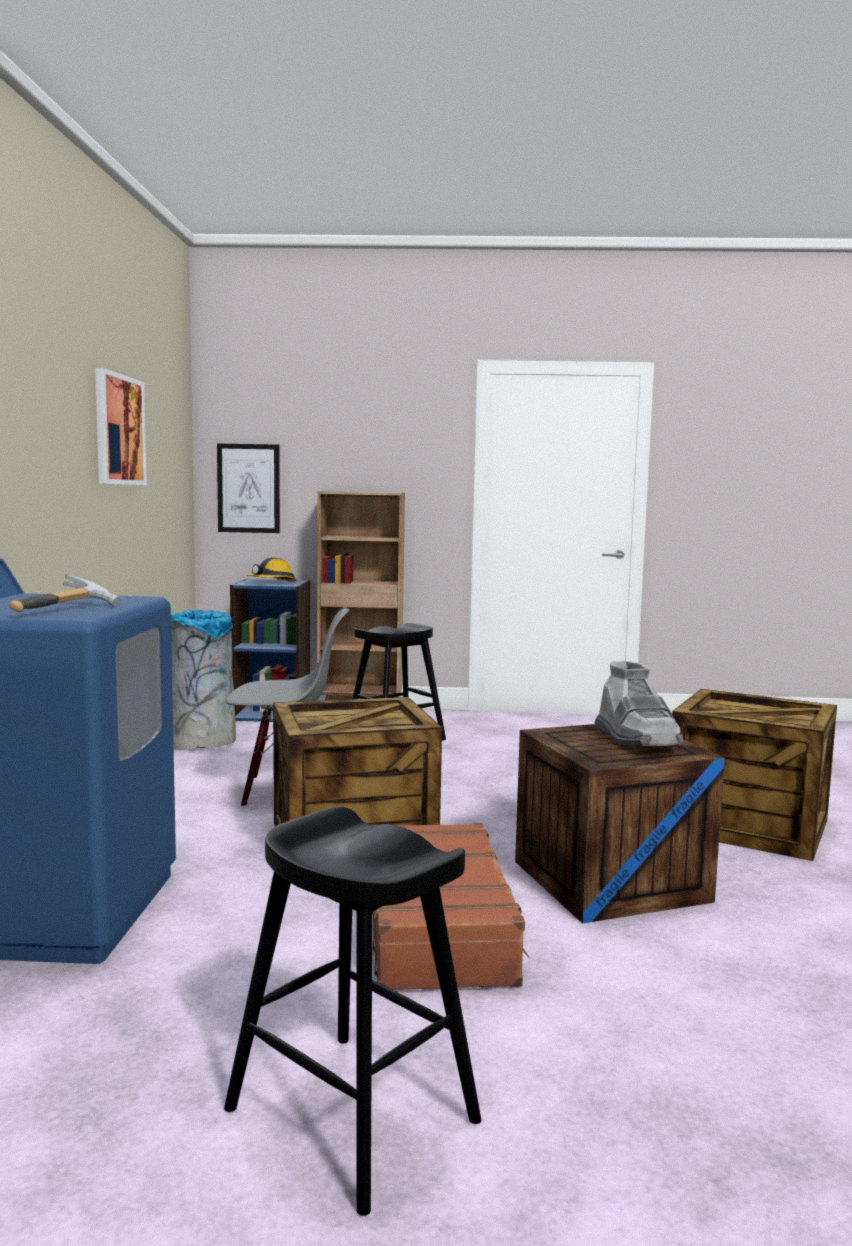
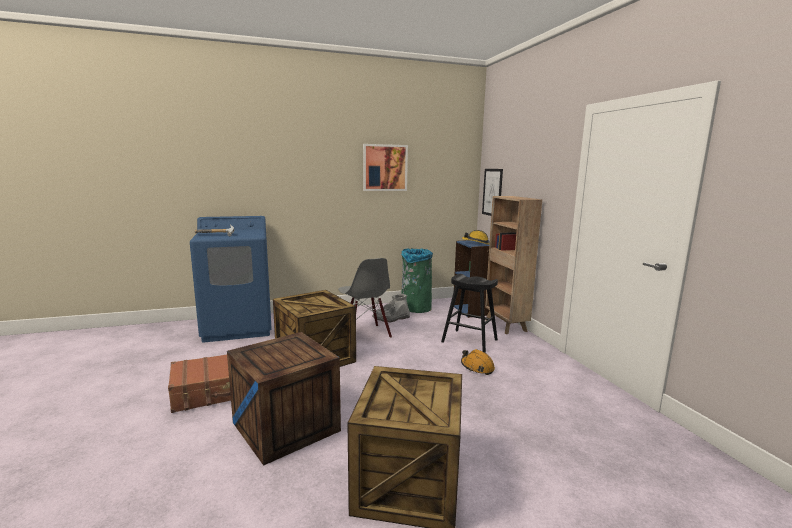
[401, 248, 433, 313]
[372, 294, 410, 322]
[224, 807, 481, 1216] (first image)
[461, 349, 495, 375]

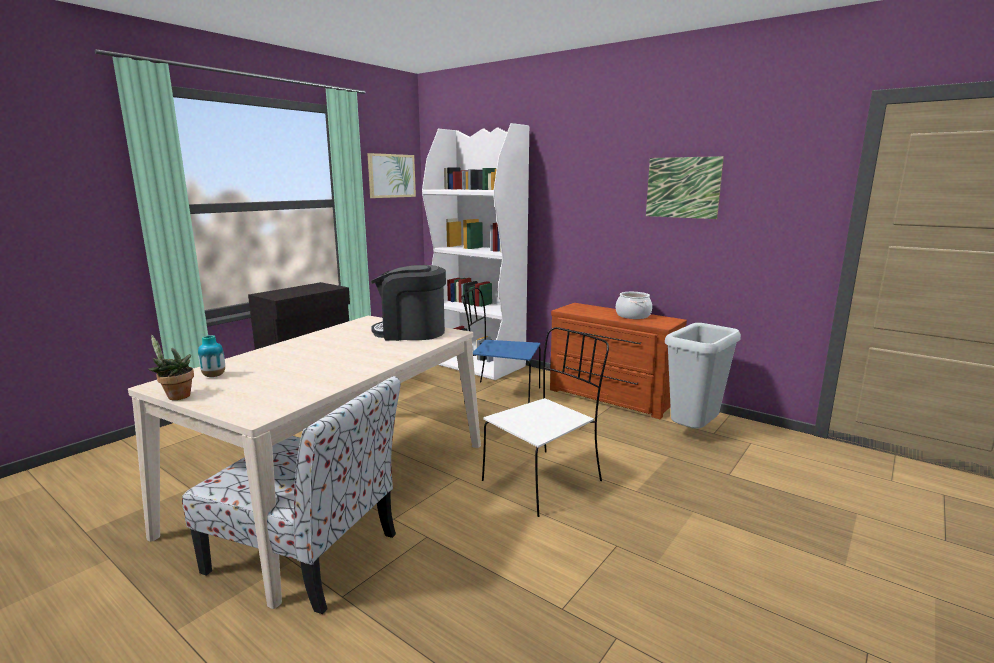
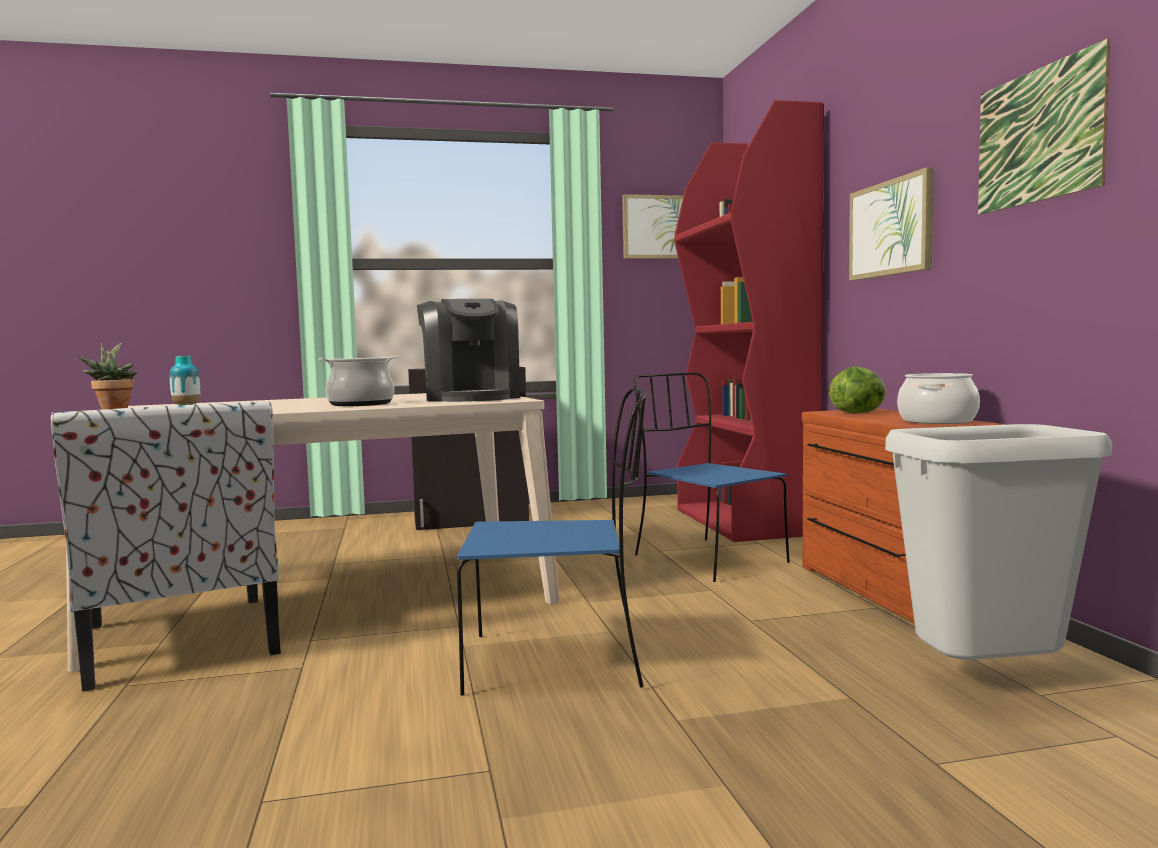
[674, 100, 824, 542]
[417, 299, 520, 402]
[457, 388, 646, 696]
[849, 167, 934, 281]
[318, 356, 398, 406]
[829, 367, 886, 413]

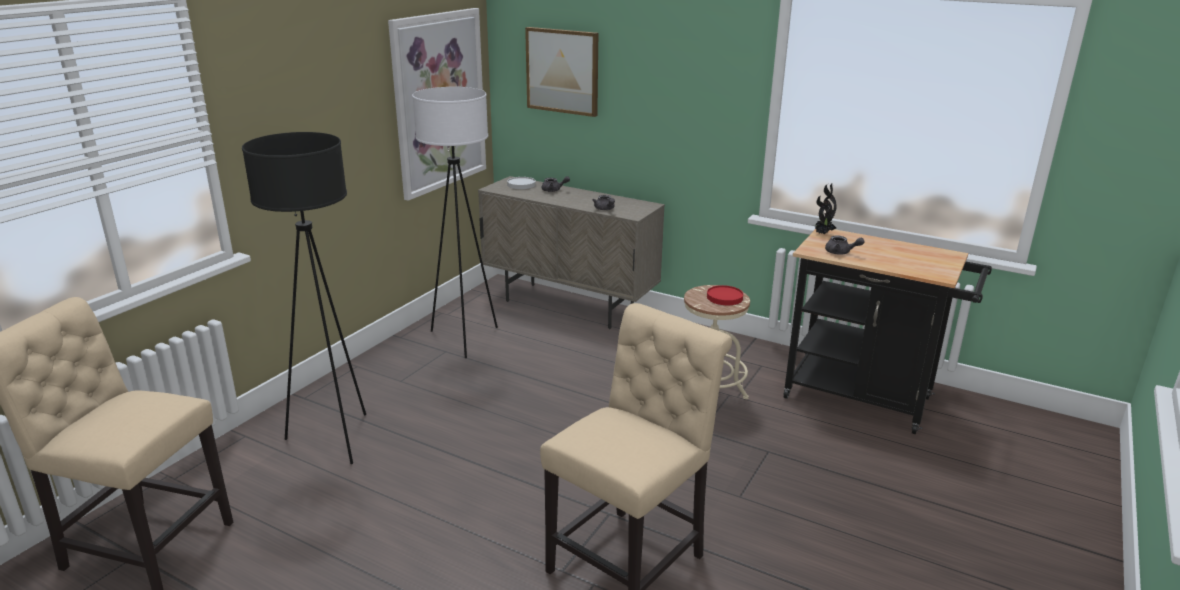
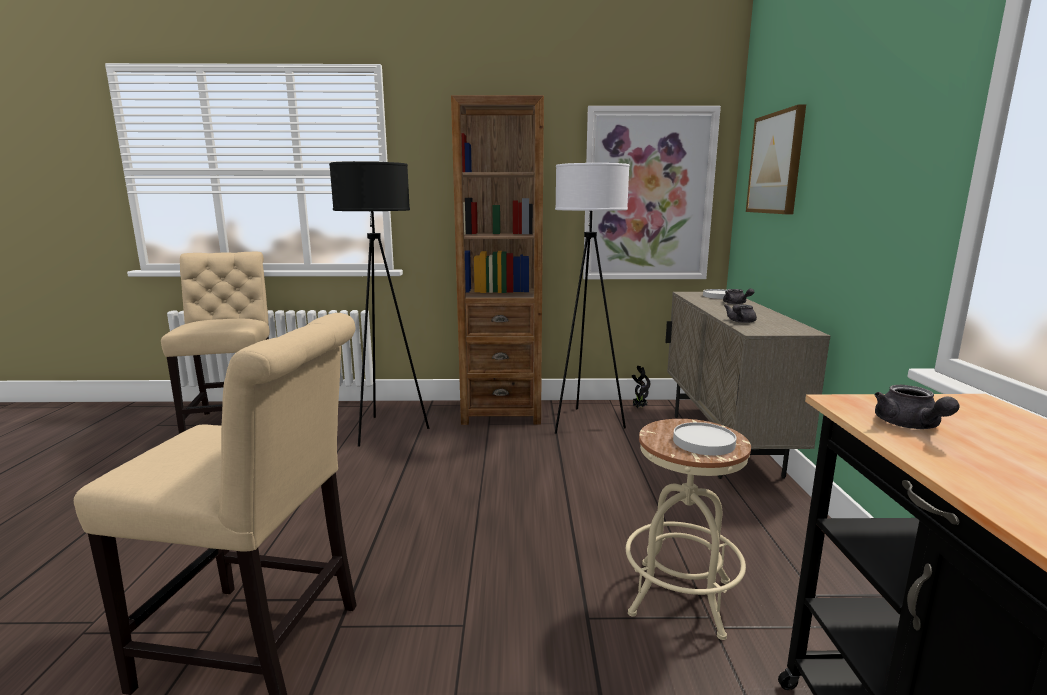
[632, 366, 650, 408]
[673, 422, 736, 456]
[451, 95, 544, 425]

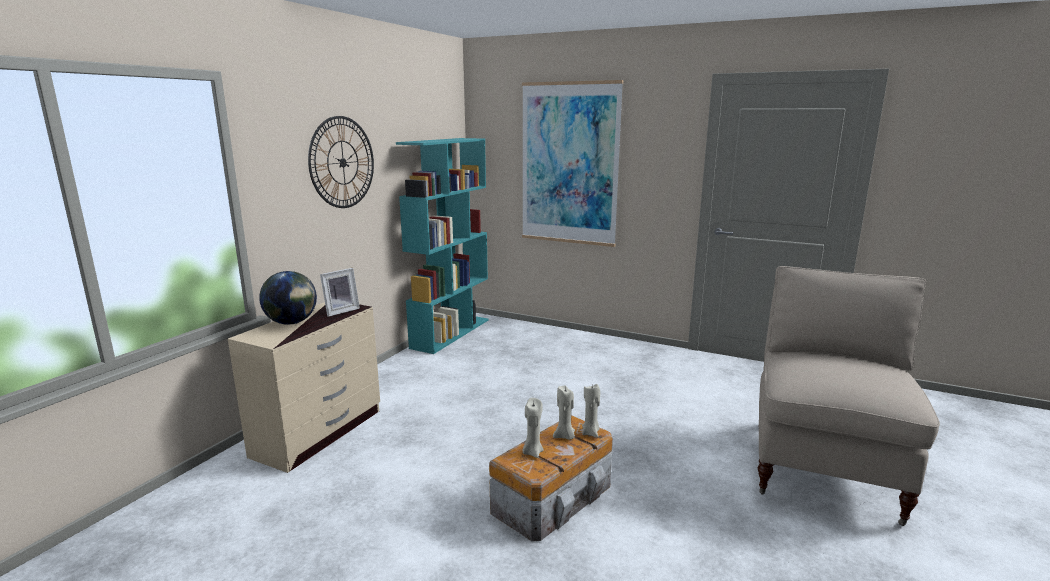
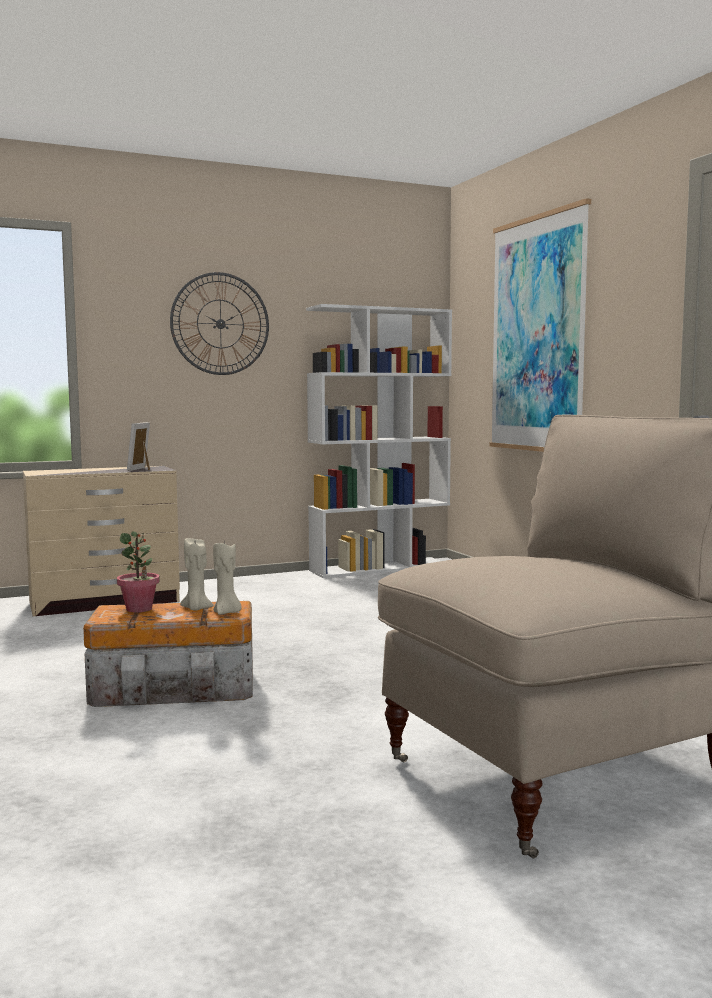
[306, 304, 452, 578]
[127, 422, 150, 471]
[259, 271, 317, 324] (first image)
[117, 531, 160, 613]

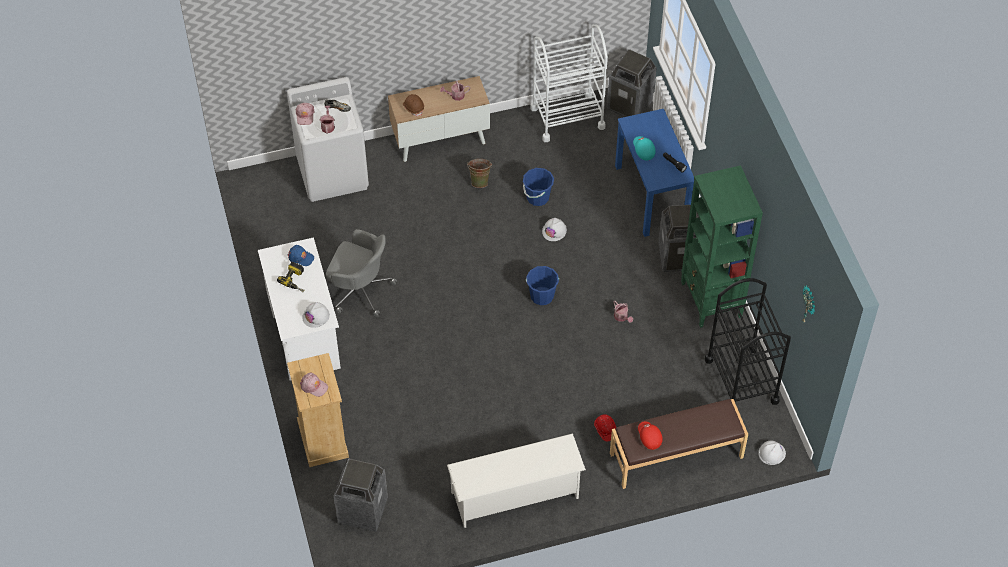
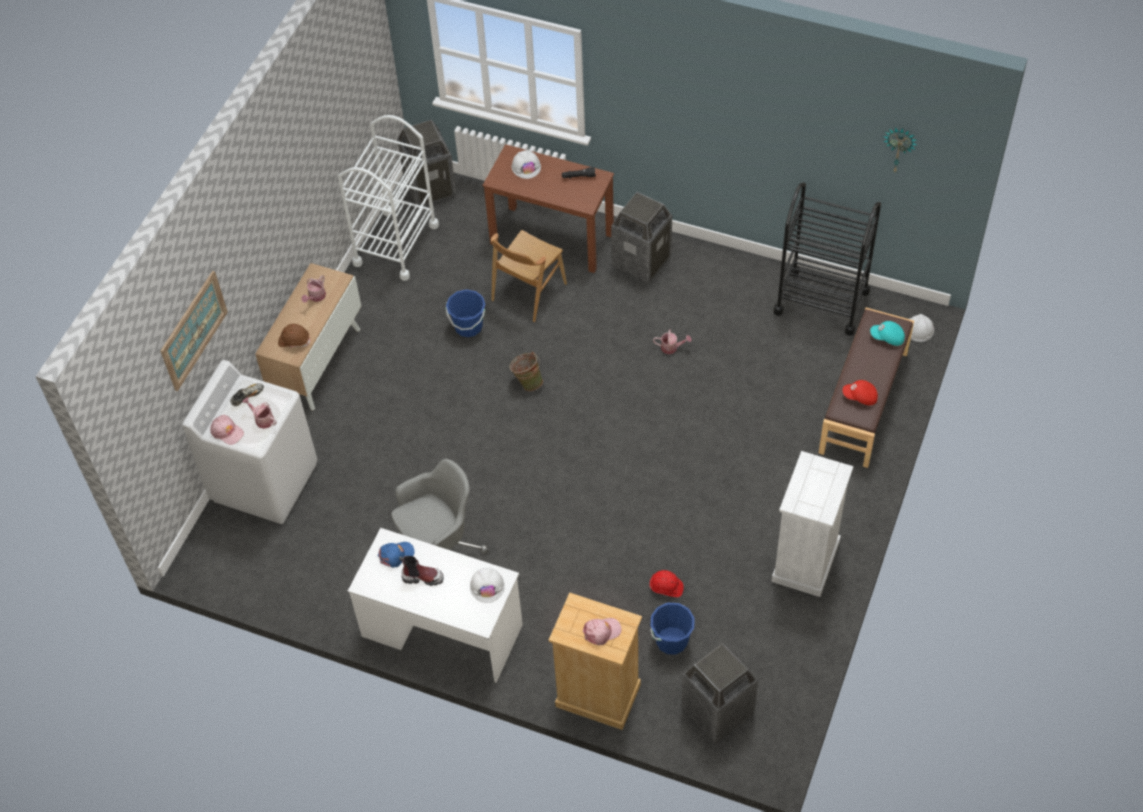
[482, 144, 614, 273]
[870, 321, 905, 346]
[509, 351, 543, 391]
[681, 165, 763, 328] (first image)
[512, 150, 541, 179]
[399, 556, 444, 586]
[650, 603, 695, 655]
[649, 570, 684, 597]
[771, 451, 853, 597]
[491, 230, 567, 322]
[161, 271, 228, 391]

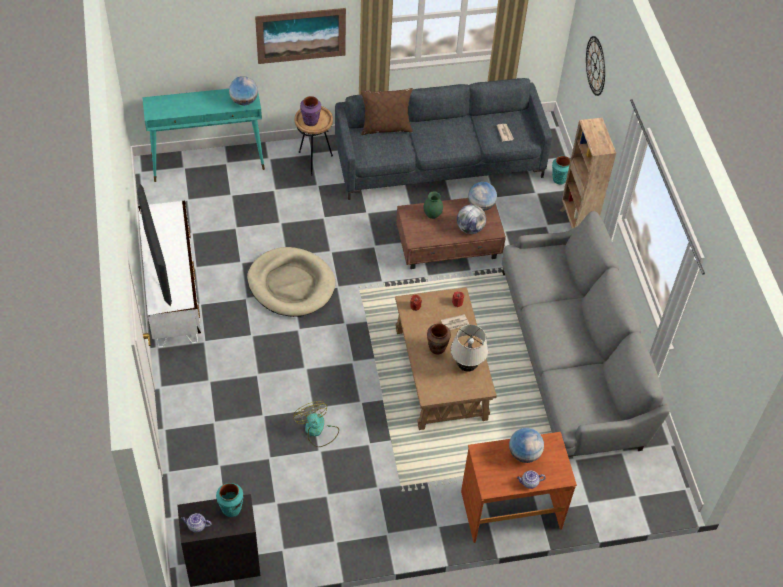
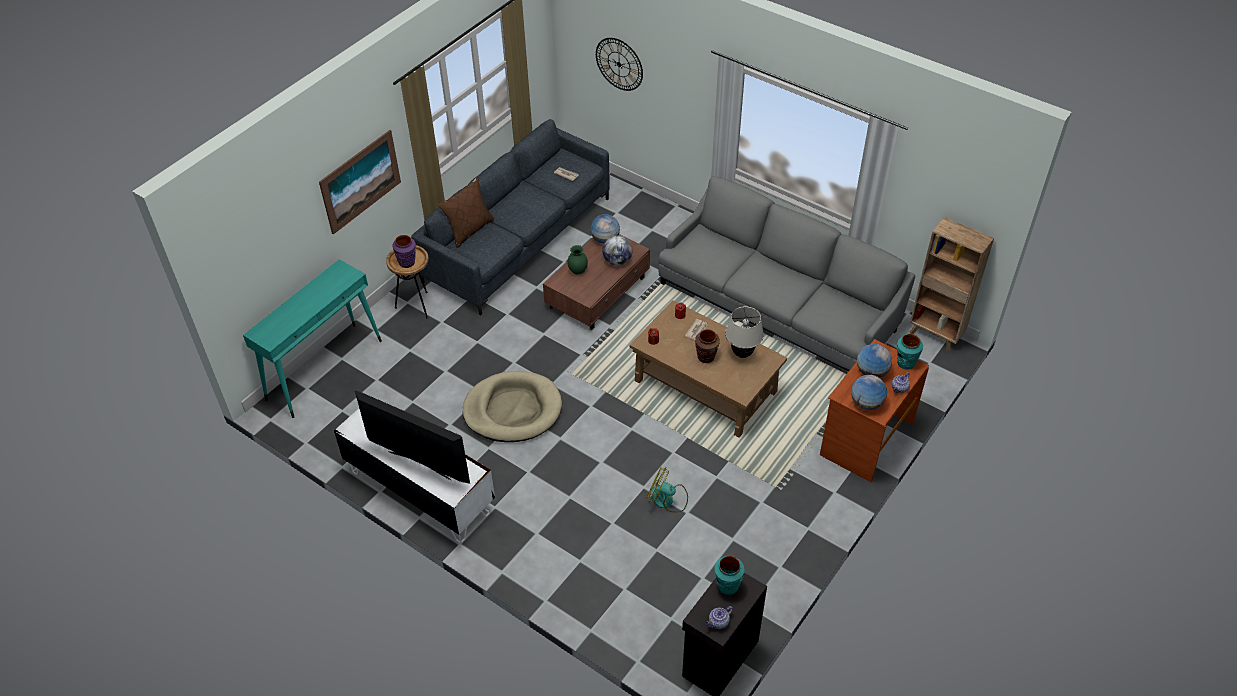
[851, 375, 887, 410]
[909, 217, 994, 352]
[897, 334, 923, 370]

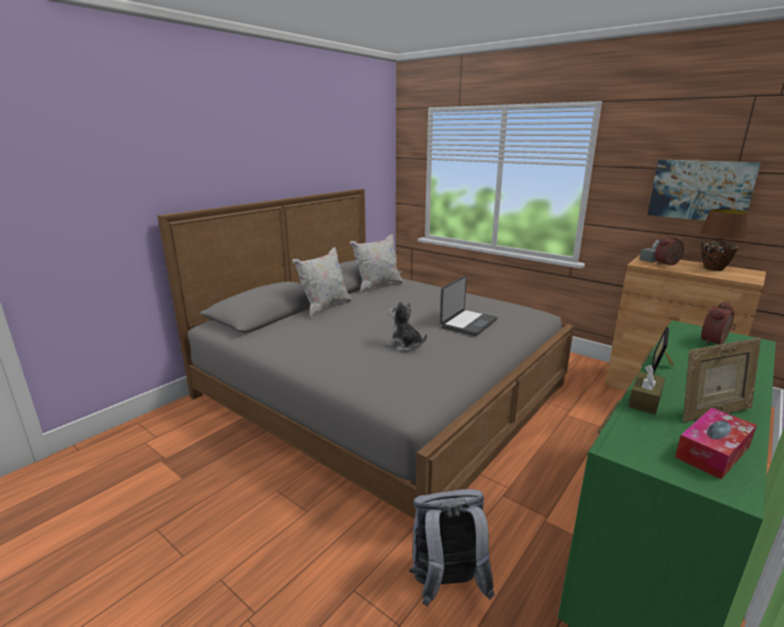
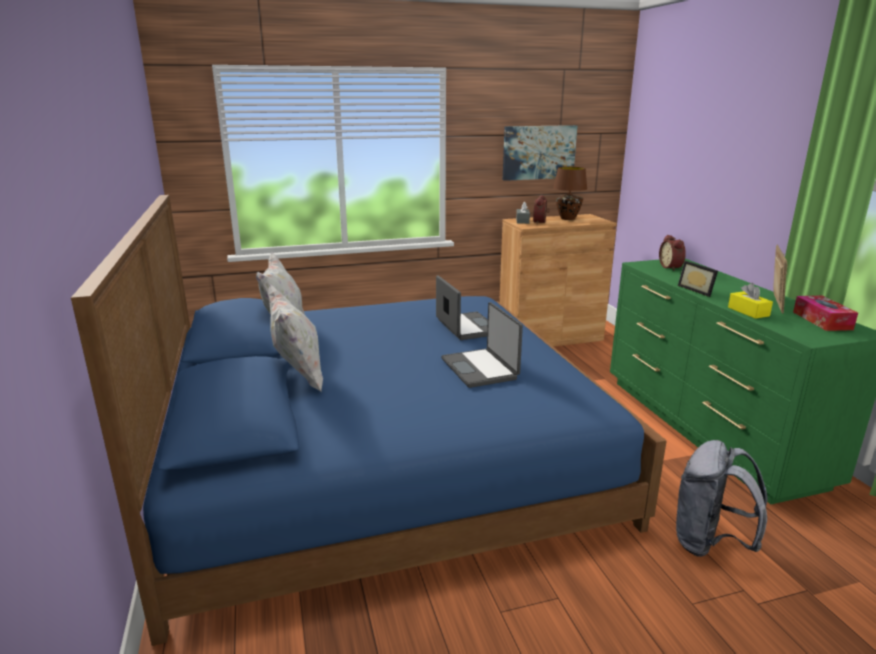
[71, 195, 667, 646]
[441, 302, 523, 388]
[728, 283, 773, 319]

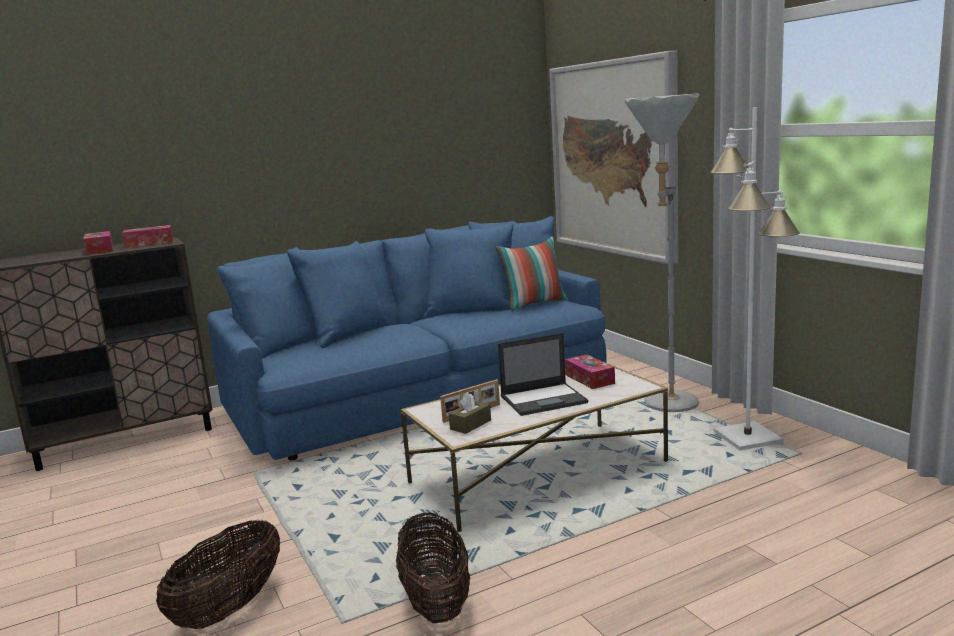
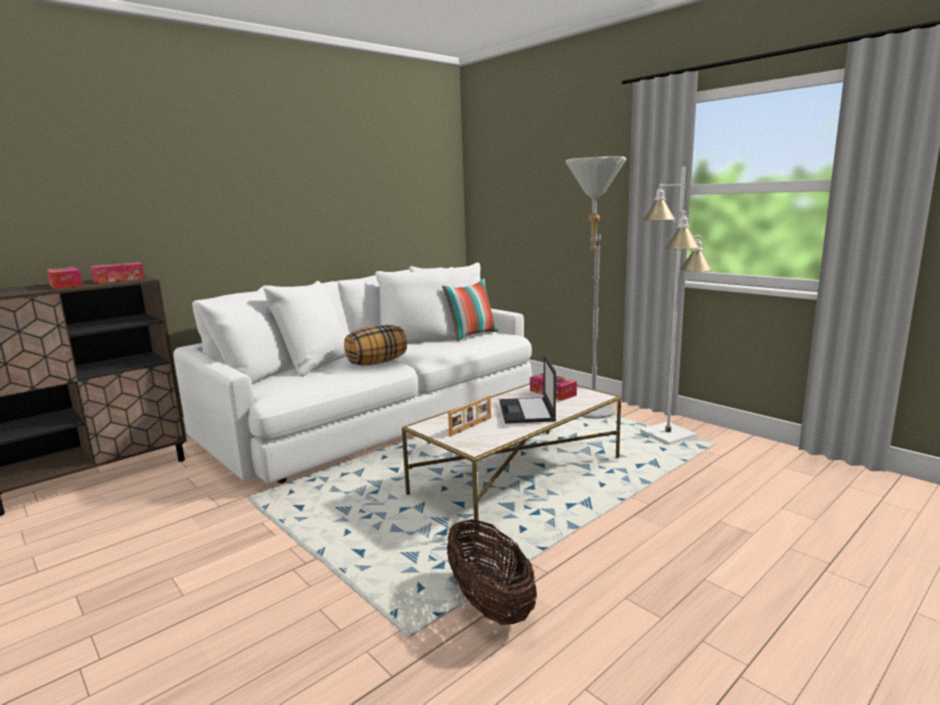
[549, 51, 678, 264] (first image)
[173, 262, 532, 484]
[499, 354, 556, 424]
[449, 392, 491, 434] (first image)
[156, 520, 280, 629] (first image)
[344, 325, 407, 365]

